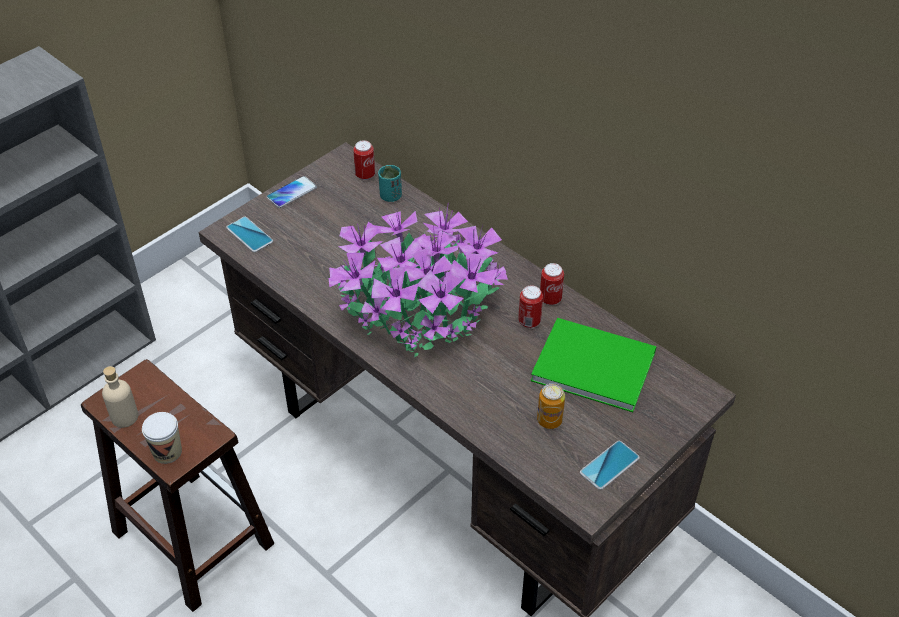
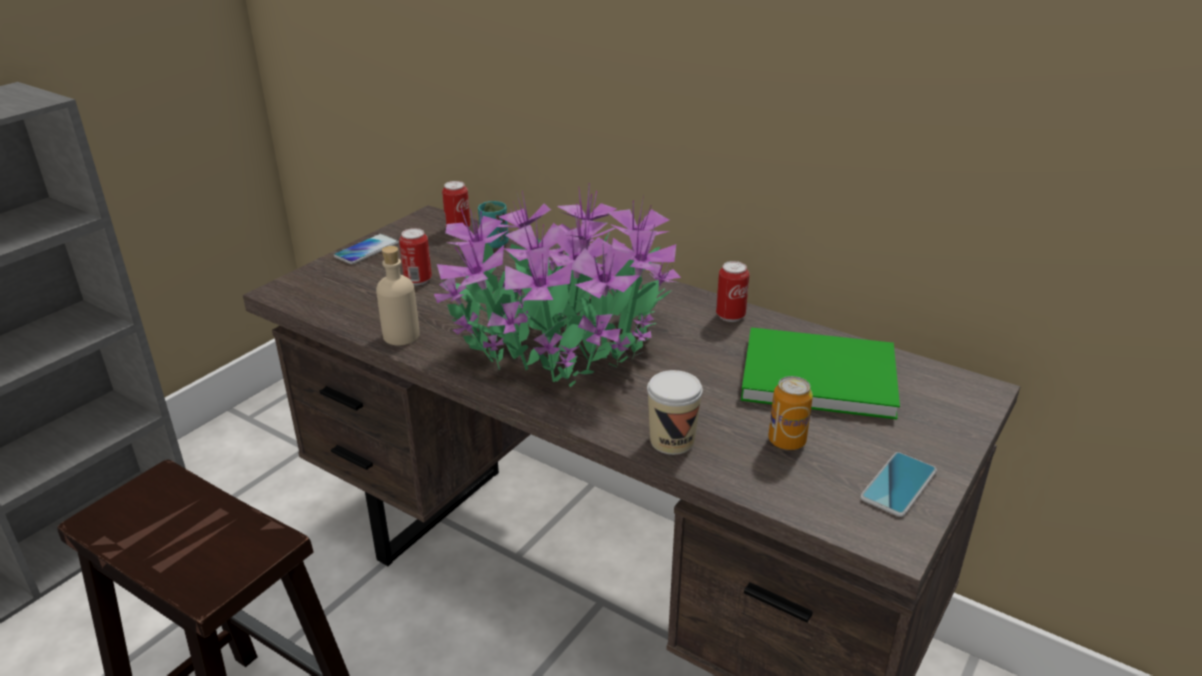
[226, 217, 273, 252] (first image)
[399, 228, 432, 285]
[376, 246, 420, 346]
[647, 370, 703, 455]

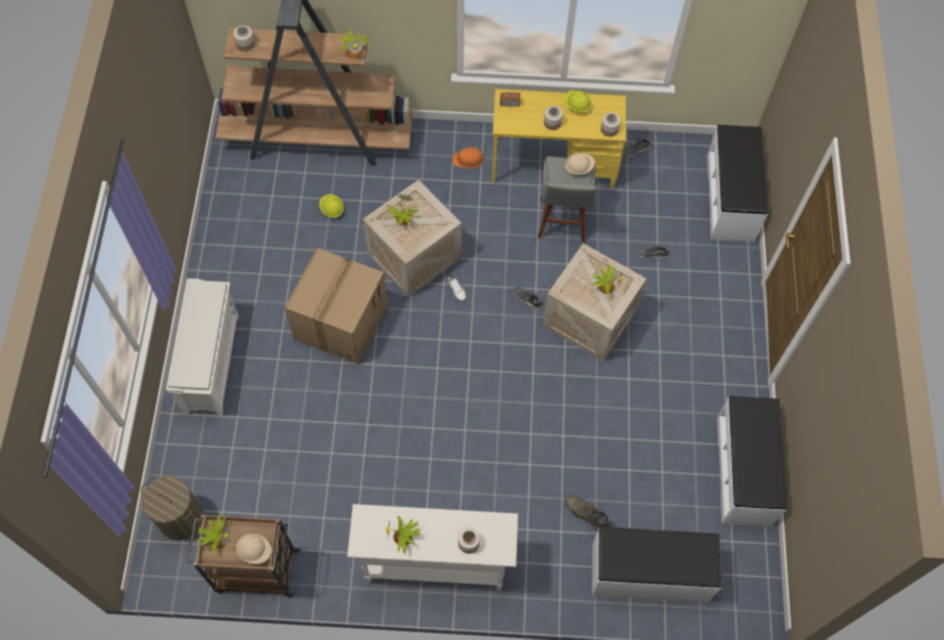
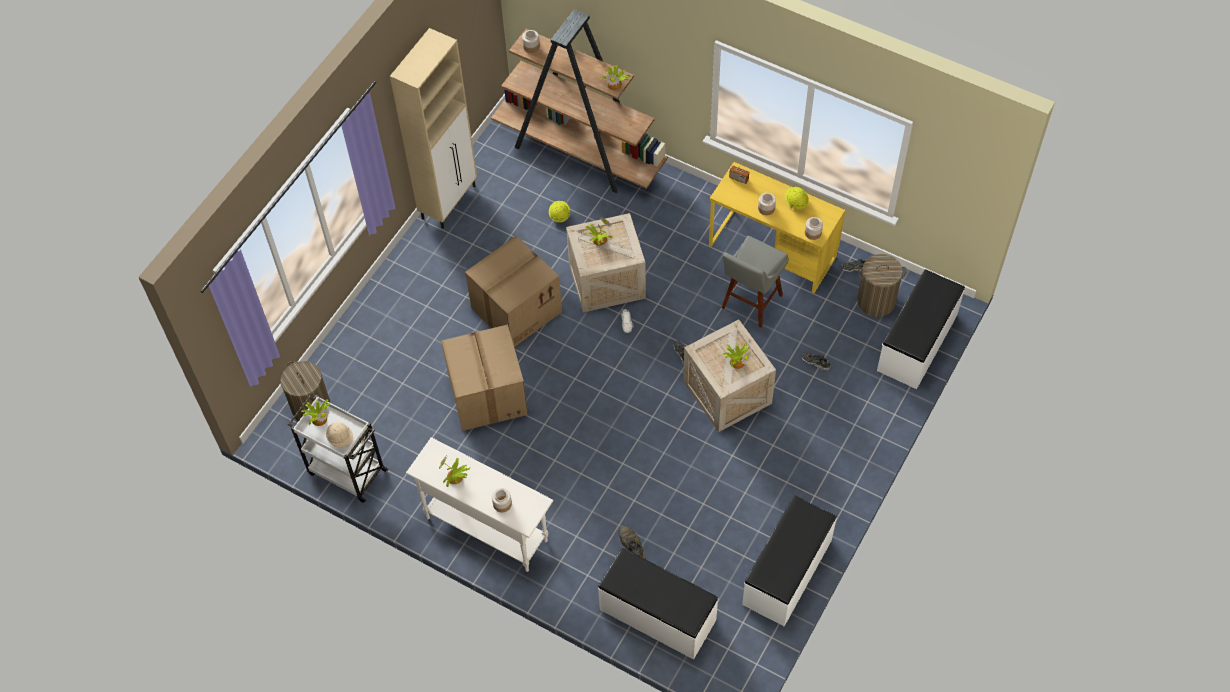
[453, 147, 485, 168] (first image)
[565, 153, 595, 175] (first image)
[166, 278, 239, 416] (first image)
[288, 395, 389, 503]
[390, 28, 477, 229]
[857, 254, 907, 317]
[441, 325, 528, 431]

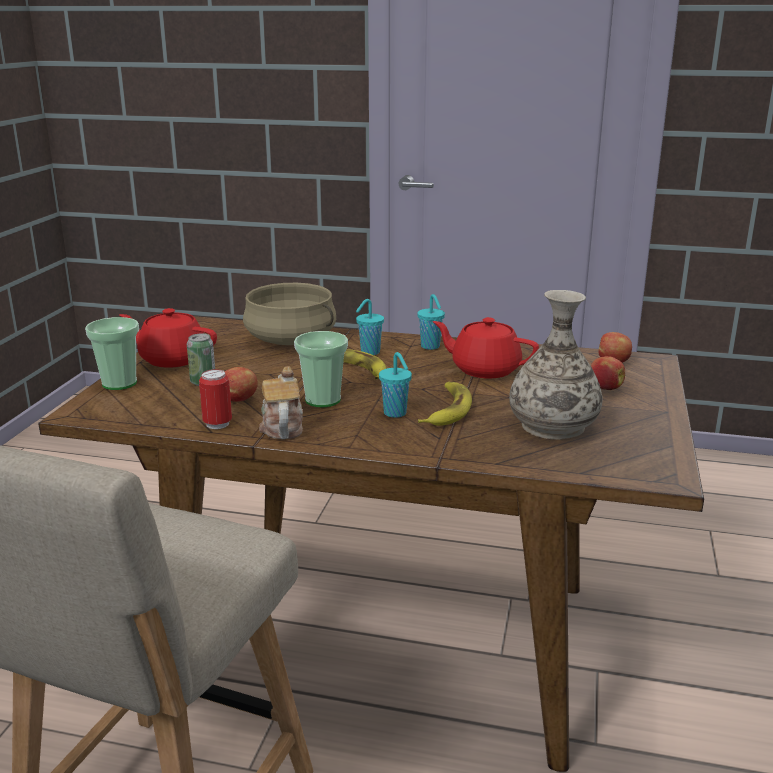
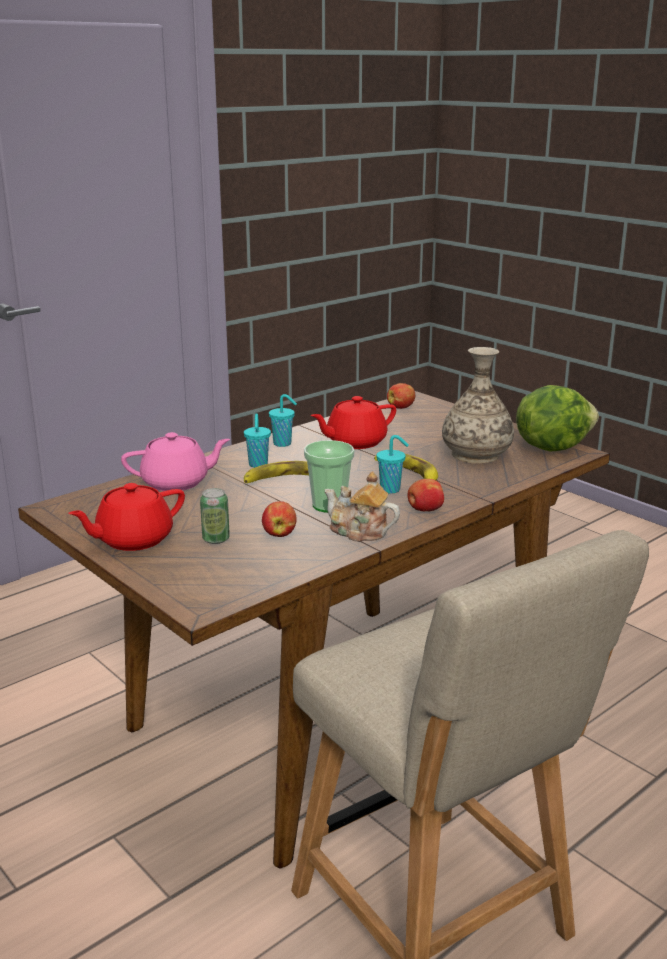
[121, 432, 230, 491]
[85, 317, 139, 390] (first image)
[407, 479, 444, 511]
[199, 369, 232, 429] (first image)
[516, 385, 599, 451]

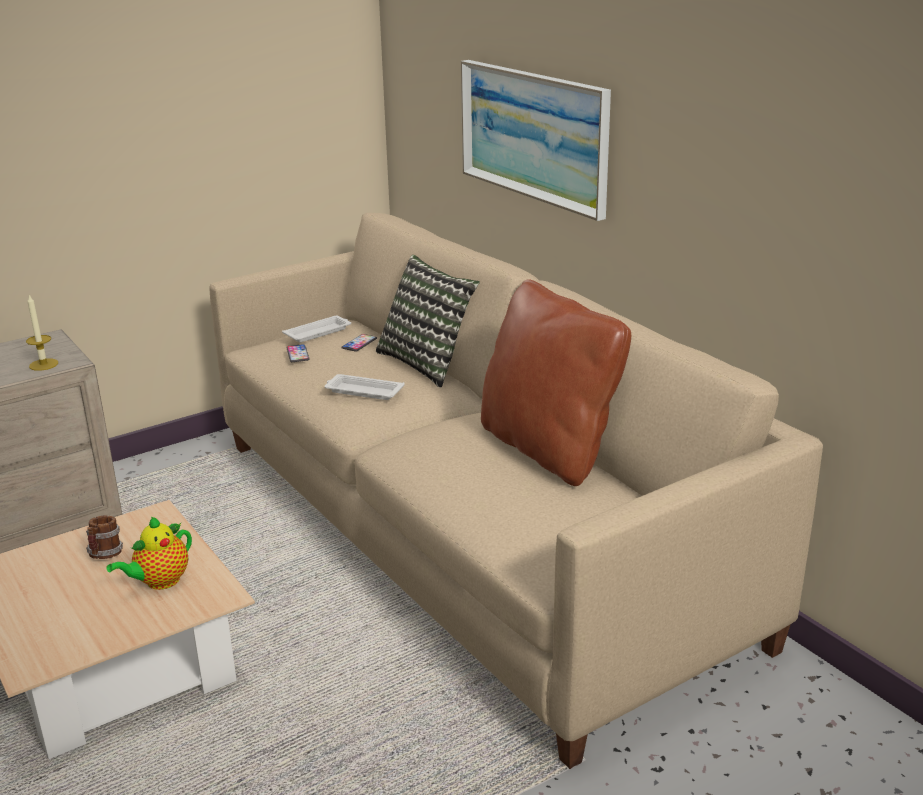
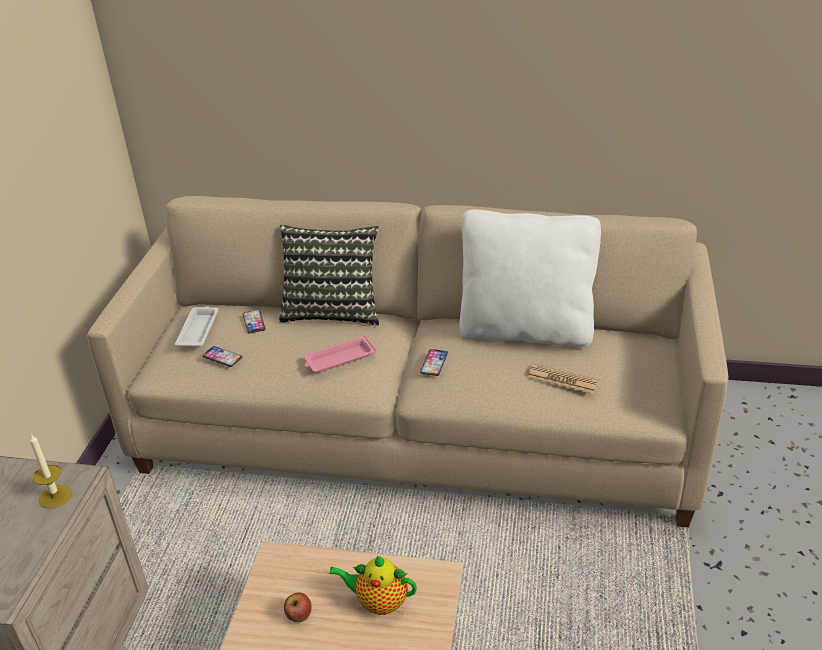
[461, 60, 611, 221] (first image)
[459, 210, 601, 348]
[304, 335, 377, 372]
[284, 593, 312, 622]
[329, 556, 417, 615]
[420, 349, 448, 376]
[528, 364, 599, 393]

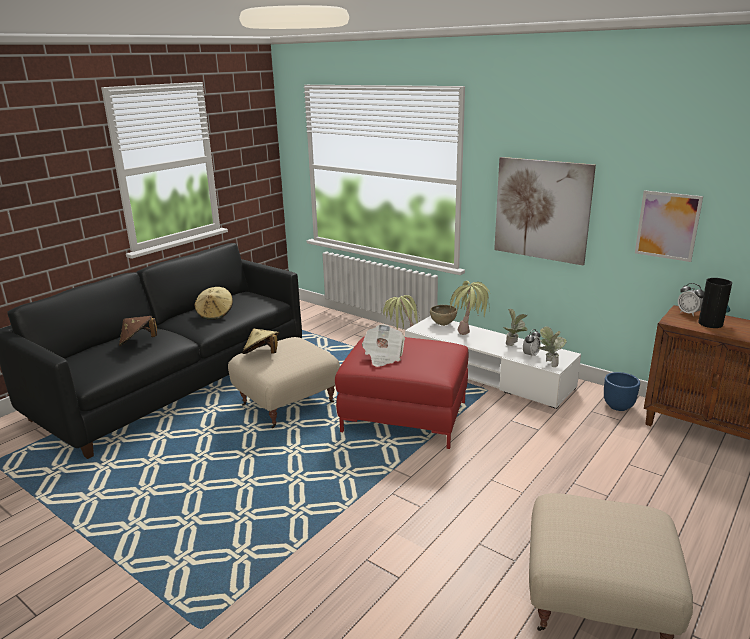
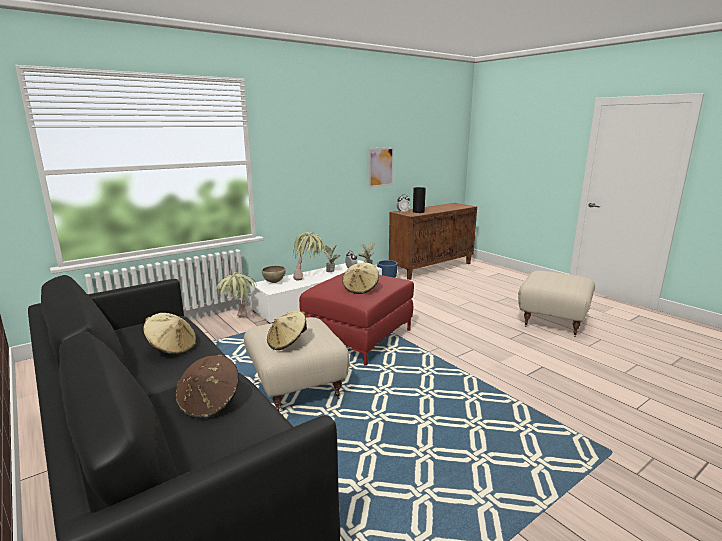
[494, 157, 596, 265] (first image)
[342, 263, 379, 294]

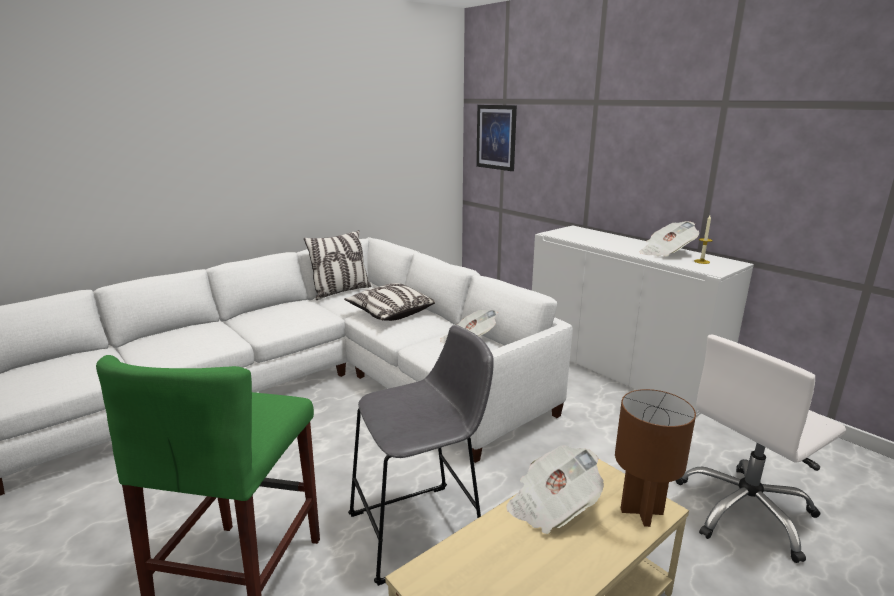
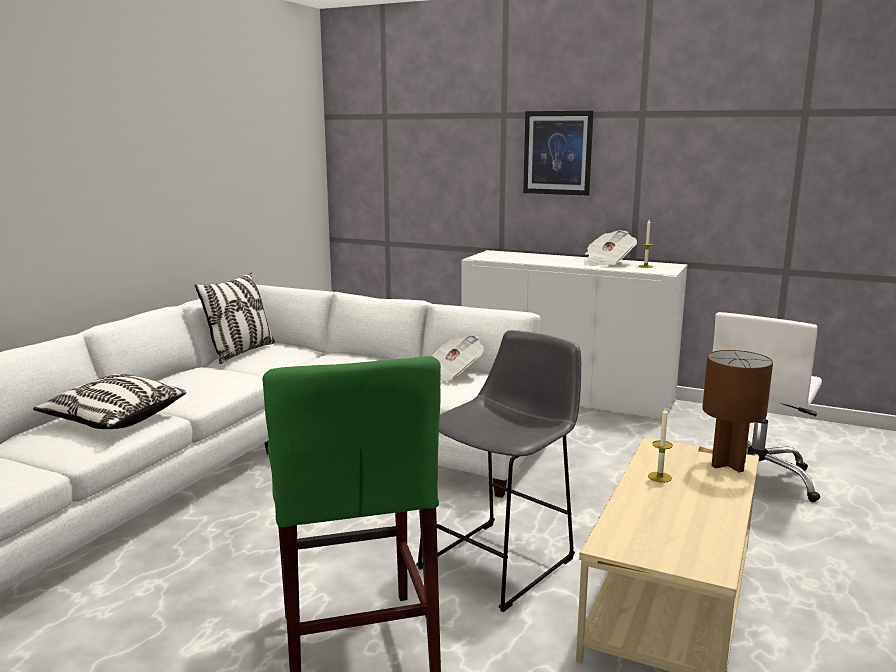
[523, 111, 594, 195]
[33, 374, 186, 429]
[648, 407, 673, 483]

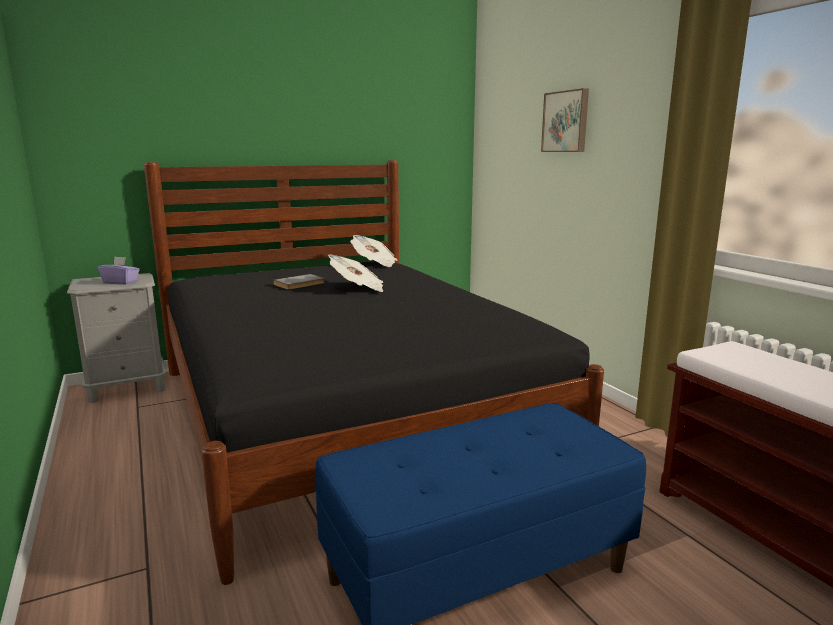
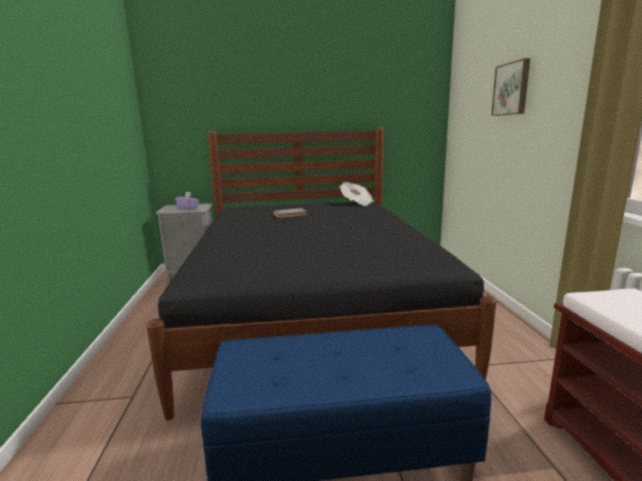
[328, 254, 383, 292] (first image)

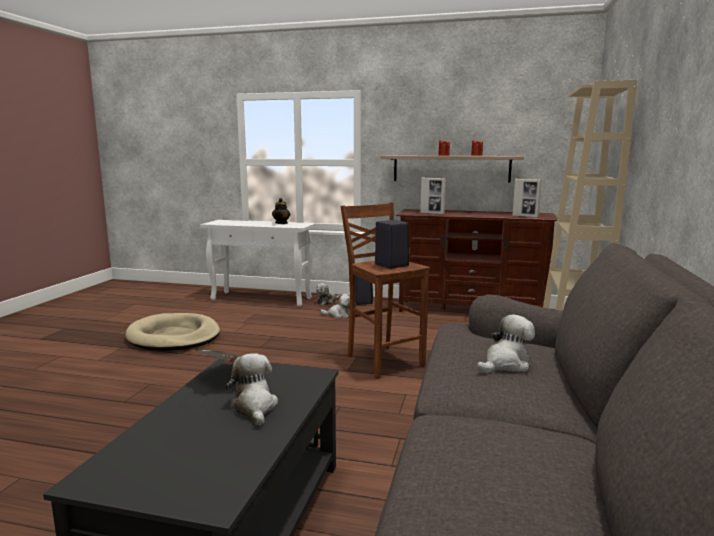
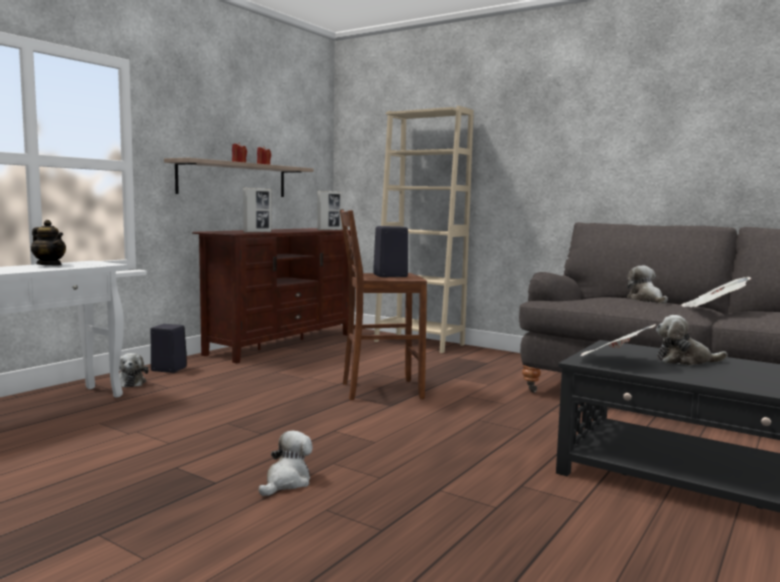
[259, 431, 313, 496]
[125, 313, 220, 351] (first image)
[681, 277, 751, 307]

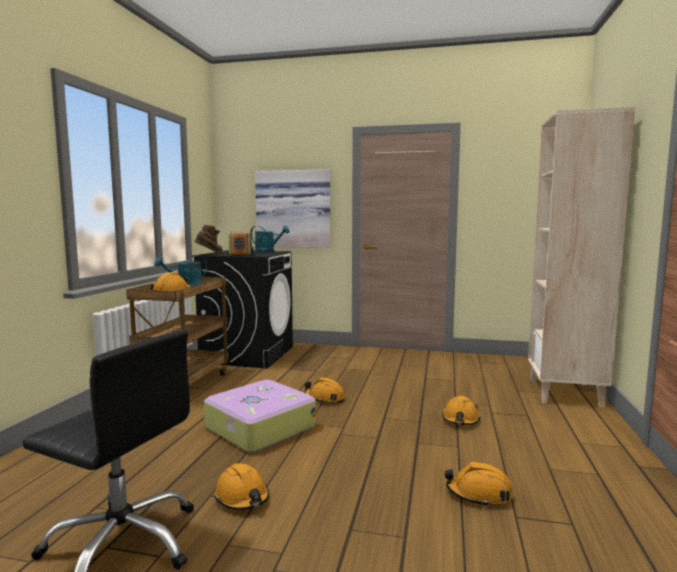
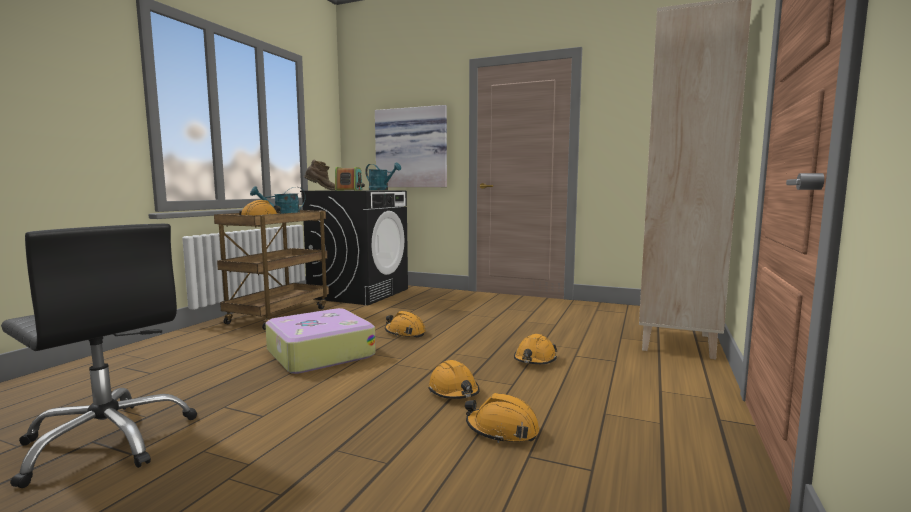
[429, 360, 480, 399]

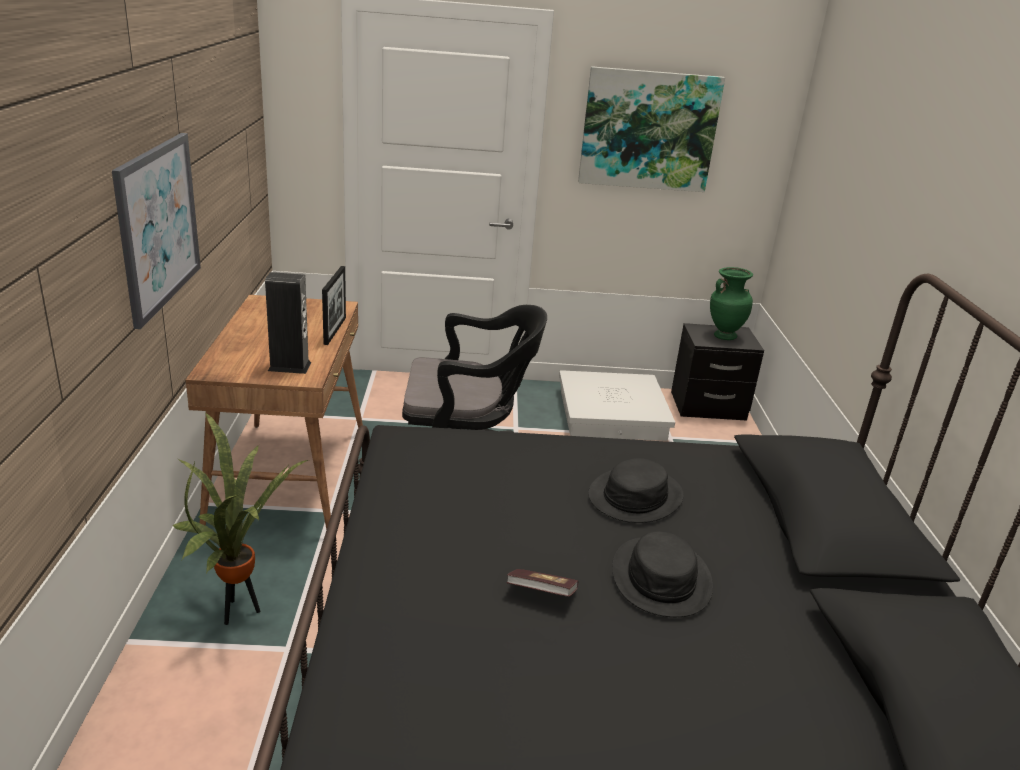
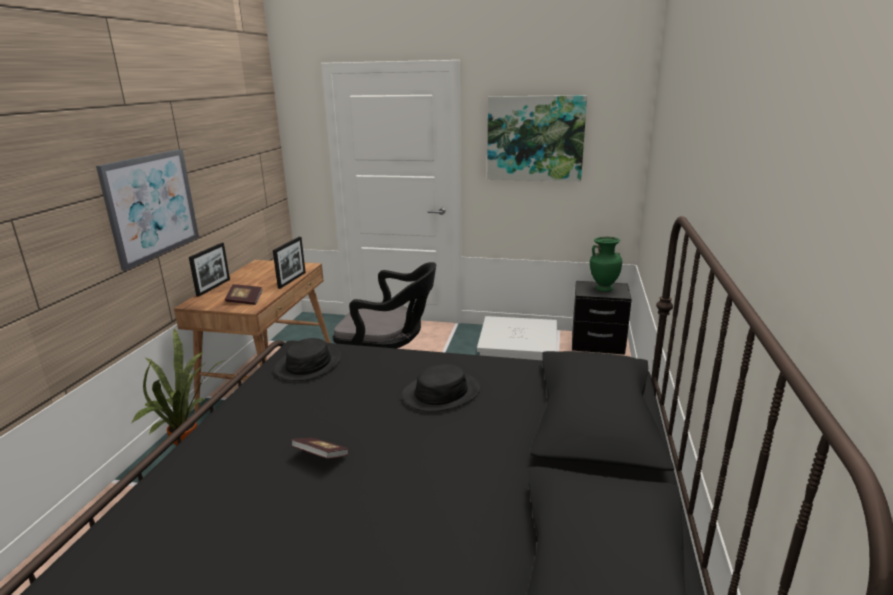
[225, 284, 262, 305]
[274, 338, 341, 381]
[189, 243, 230, 297]

